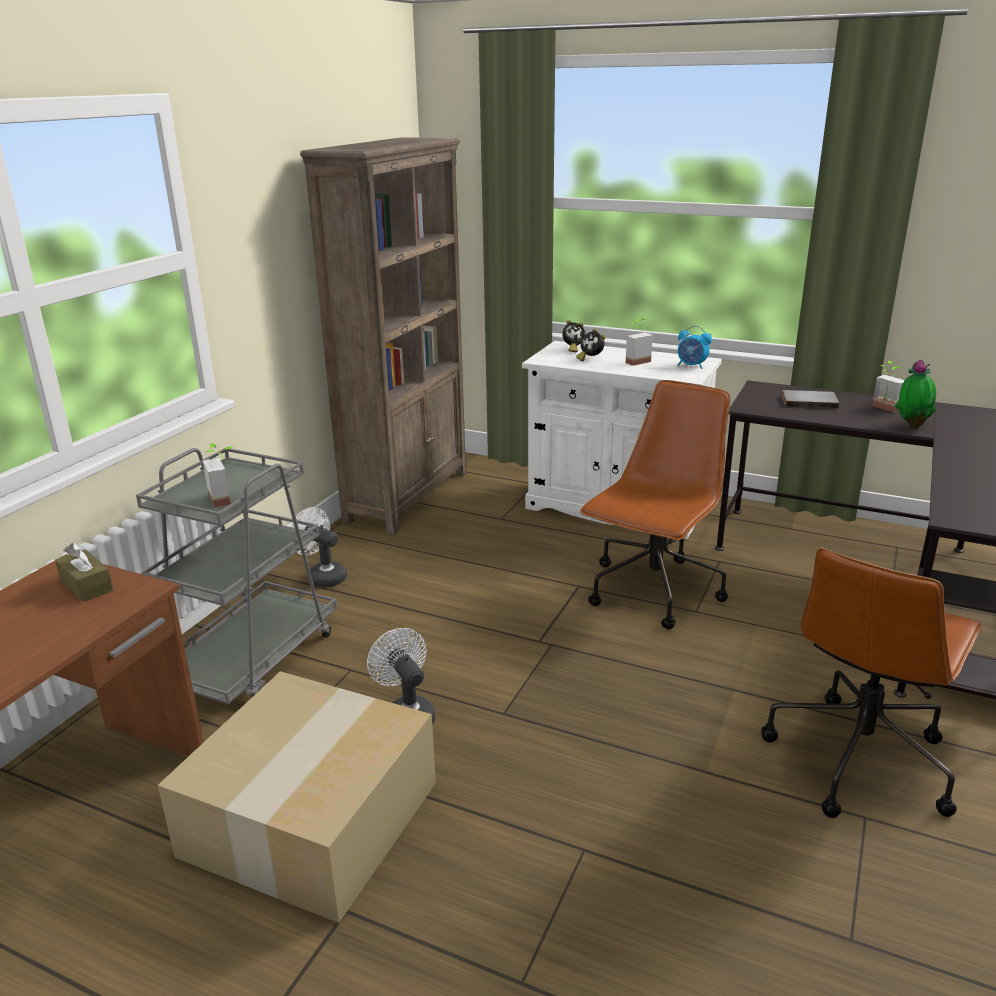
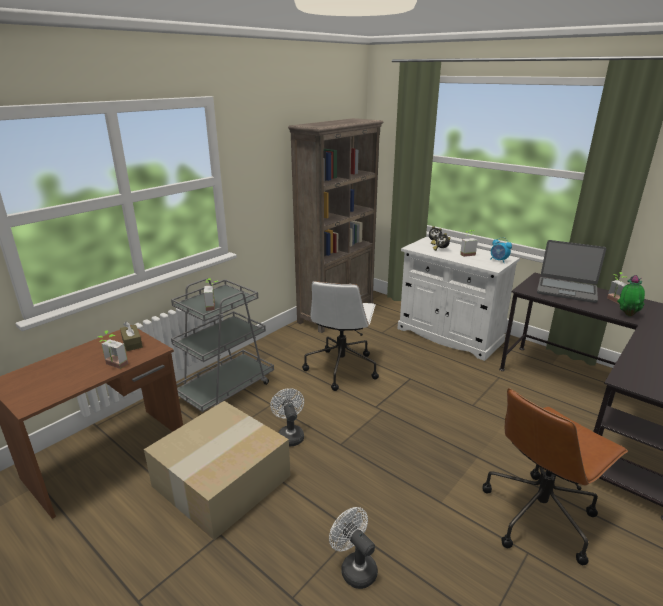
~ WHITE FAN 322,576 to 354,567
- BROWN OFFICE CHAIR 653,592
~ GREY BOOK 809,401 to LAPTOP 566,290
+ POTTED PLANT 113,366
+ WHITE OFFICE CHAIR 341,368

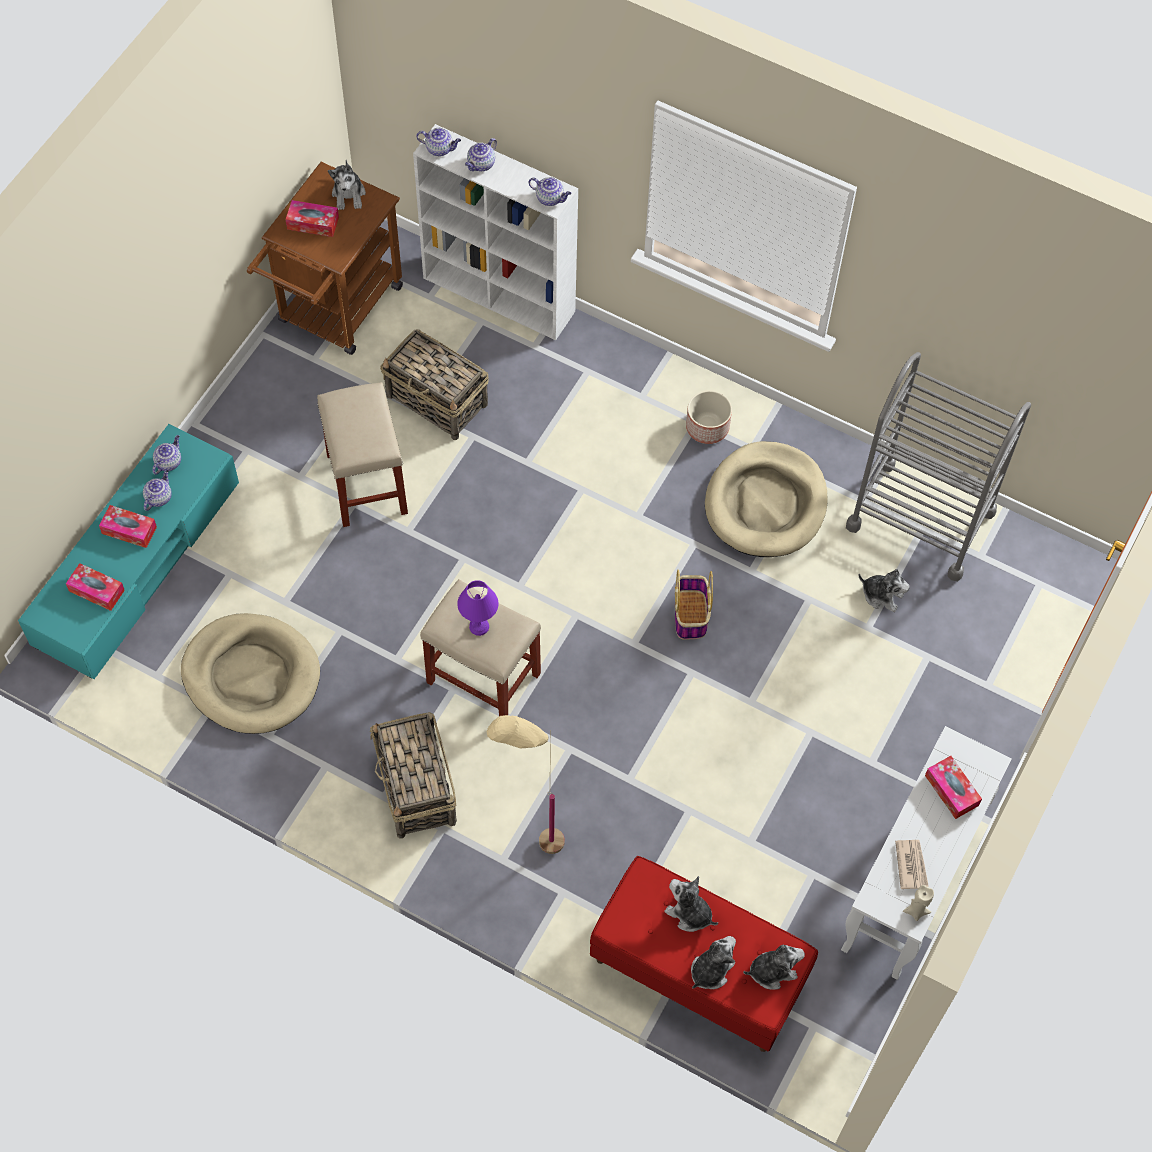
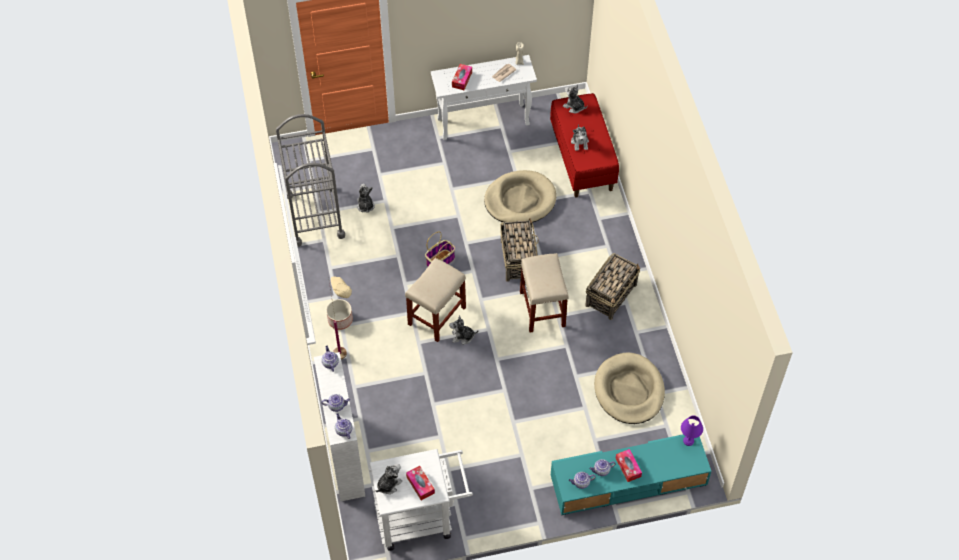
- TISSUE BOX 96,590
~ BROWN CART 335,312 to WHITE CART 421,518
~ BEIGE STOOL 366,482 to 436,316
~ BASKET 437,401 to 518,259
~ PURPLE TABLE LAMP 479,627 to 688,440
~ BEIGE FLOOR LAMP 529,845 to 348,363
~ PLUSH TOY 710,970 to 462,336
~ BEIGE DOG BED 766,503 to 520,200

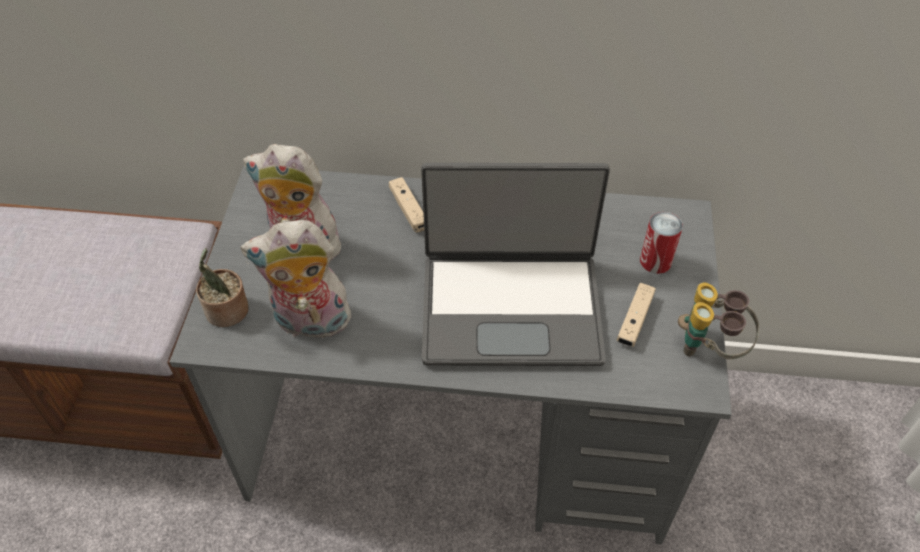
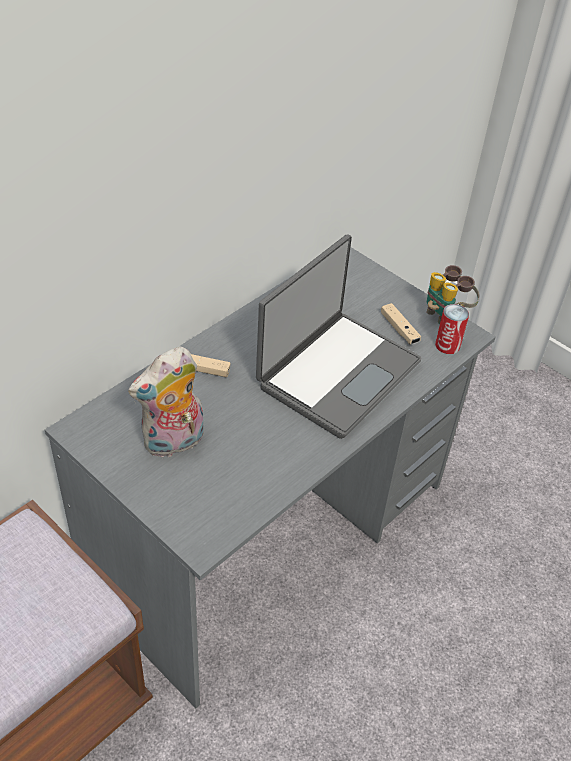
- POTTED PLANT 227,312
- PLUSH TOY 310,323
~ CAN 655,261 to 447,345

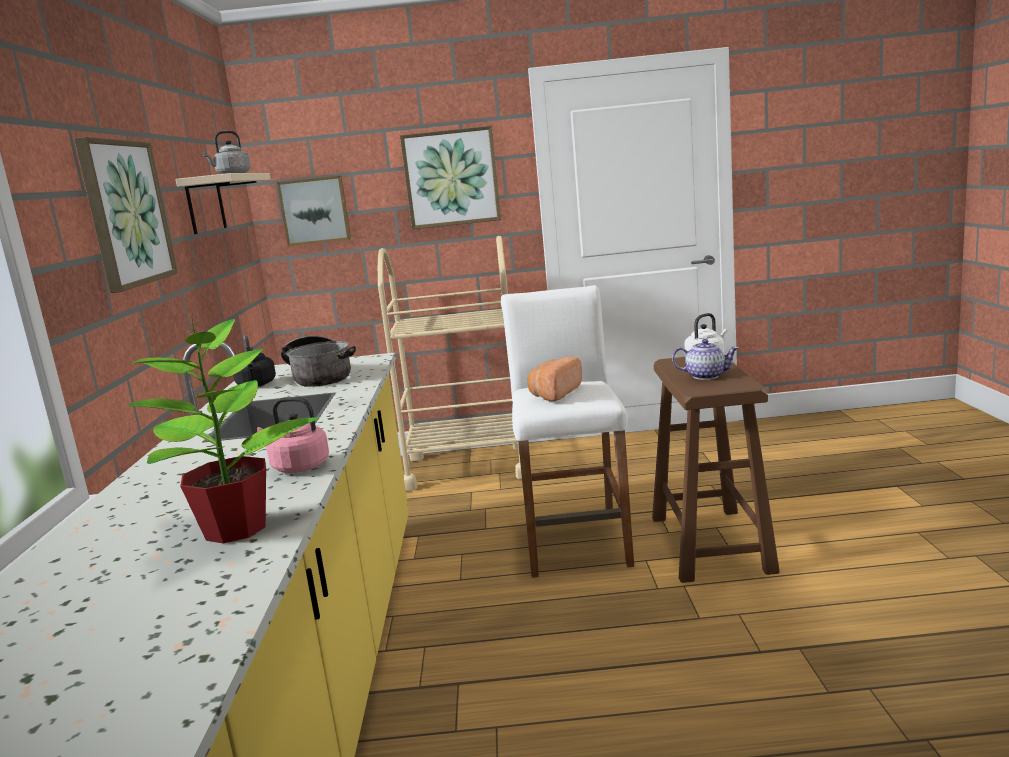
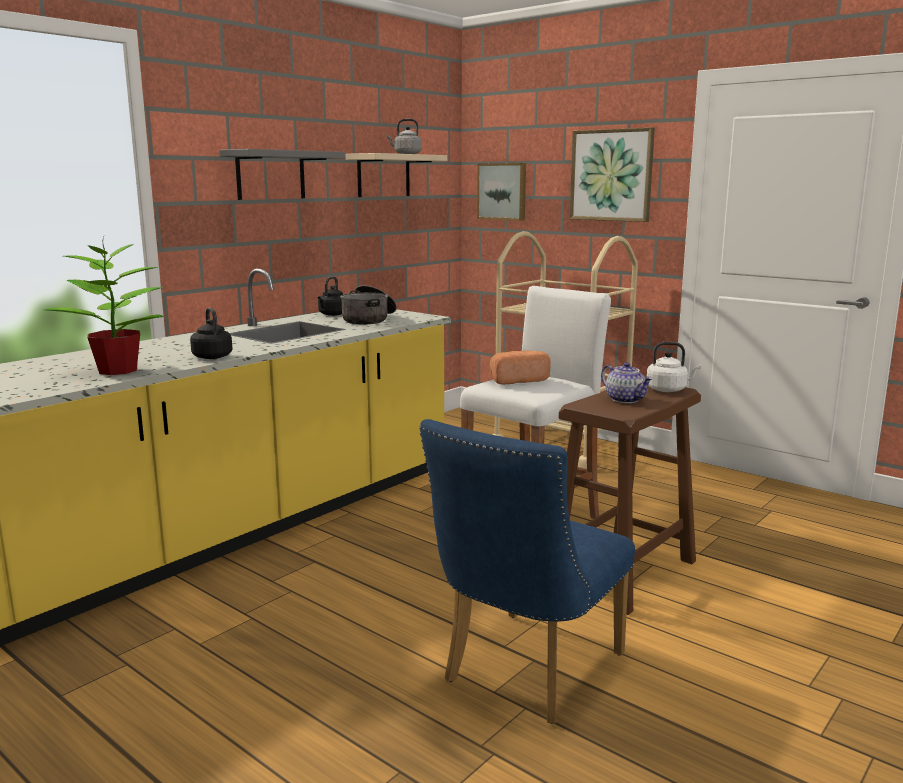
~ PICTURE 126,213 to GREY SHELF 270,175
~ PINK KETTLE 298,467 to BLACK KETTLE 211,356
+ BLUE CHAIR 524,672

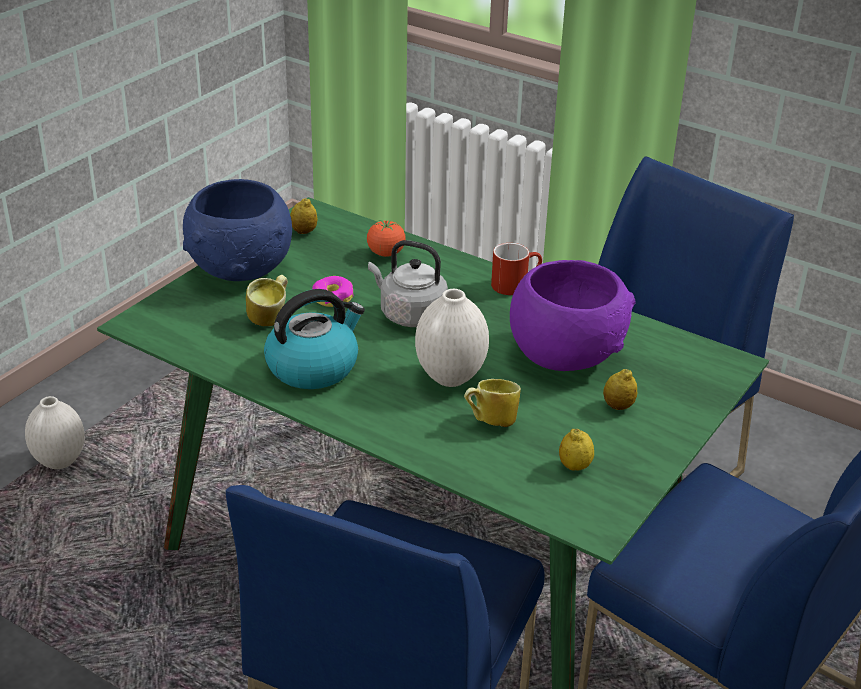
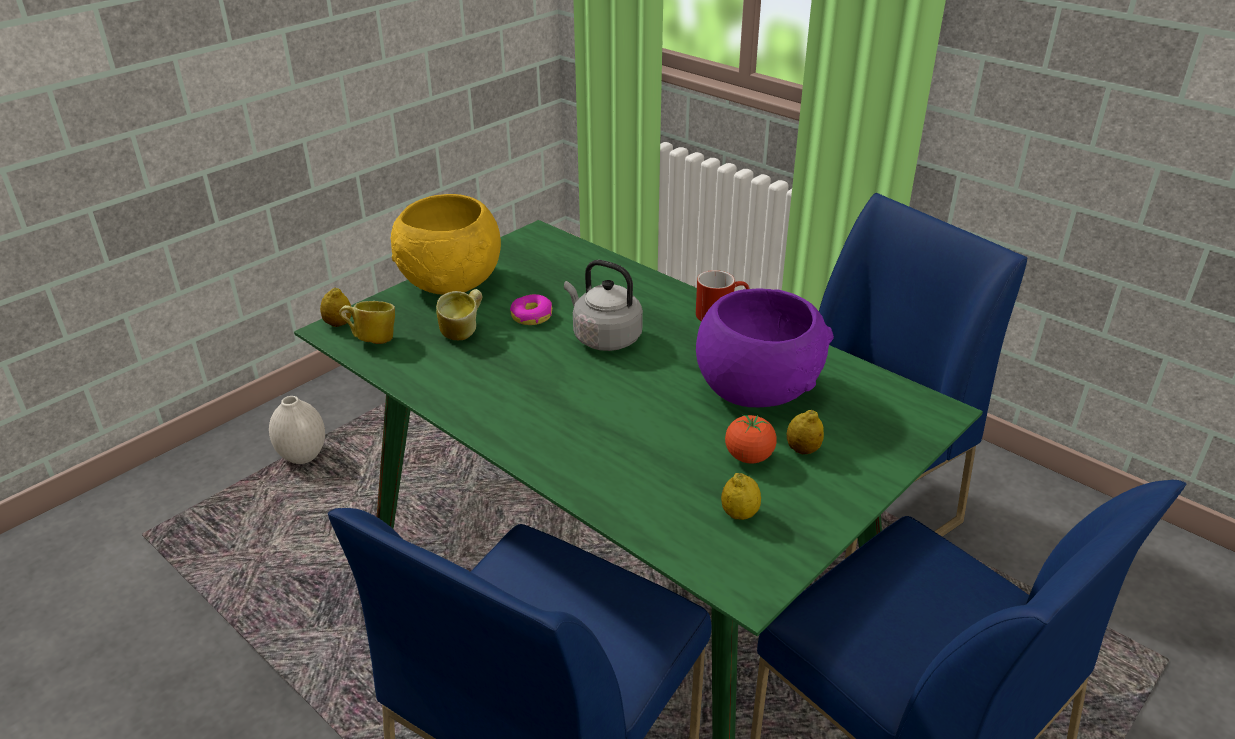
~ BLUE BOWL 242,269 to YELLOW BOWL 452,283
- KETTLE 313,367
~ LEMON 304,232 to 338,324
~ TOMATO 386,253 to 749,457
- WHITE VASE 451,378
~ MUG 490,421 to 372,340

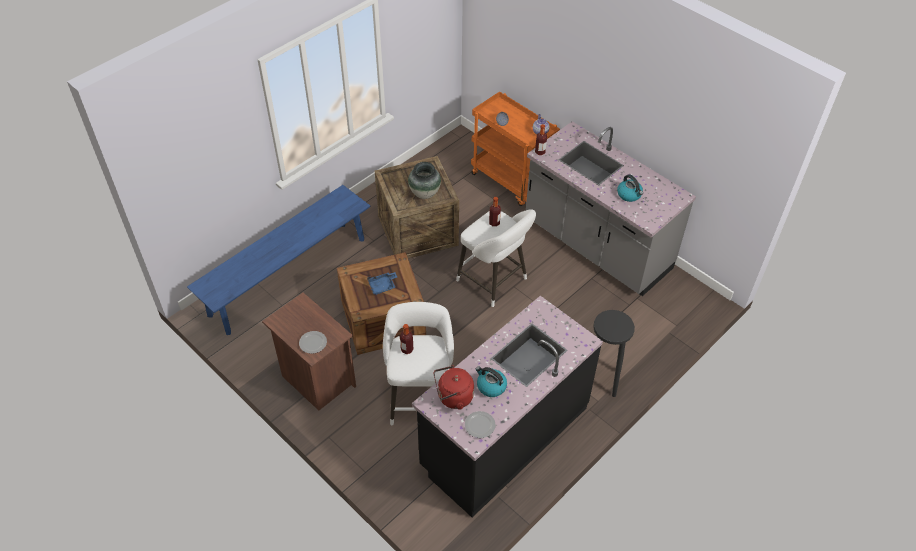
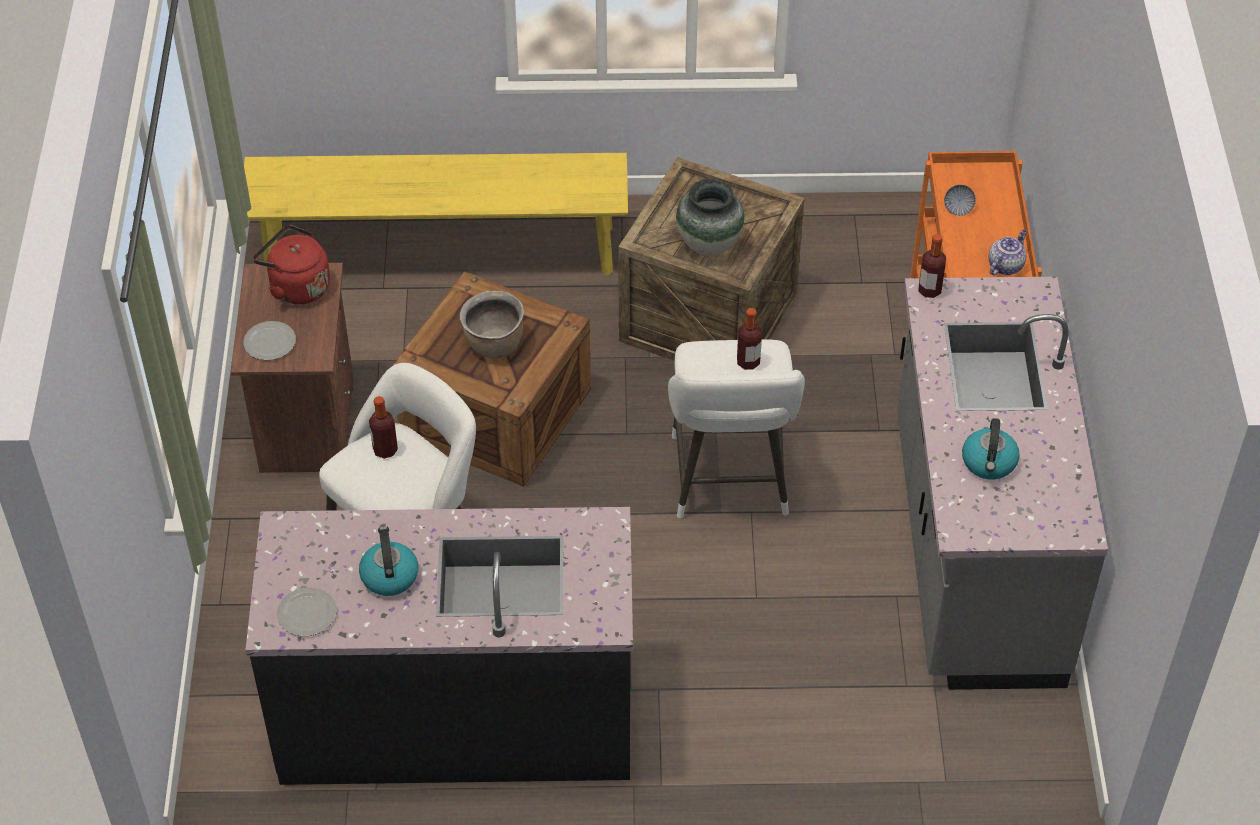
~ BLUE BENCH 288,276 to YELLOW BENCH 440,252
~ BLUE TRAY 382,286 to BROWN COOKING POT 494,345
~ RED KETTLE 453,397 to 296,286
- BLACK STOOL 602,380

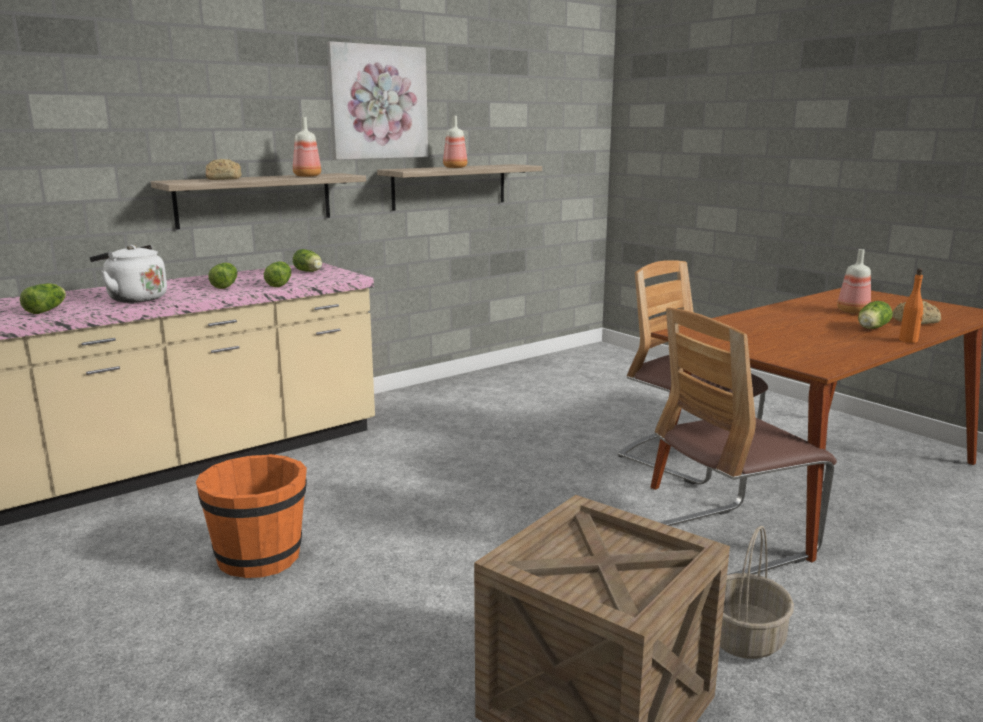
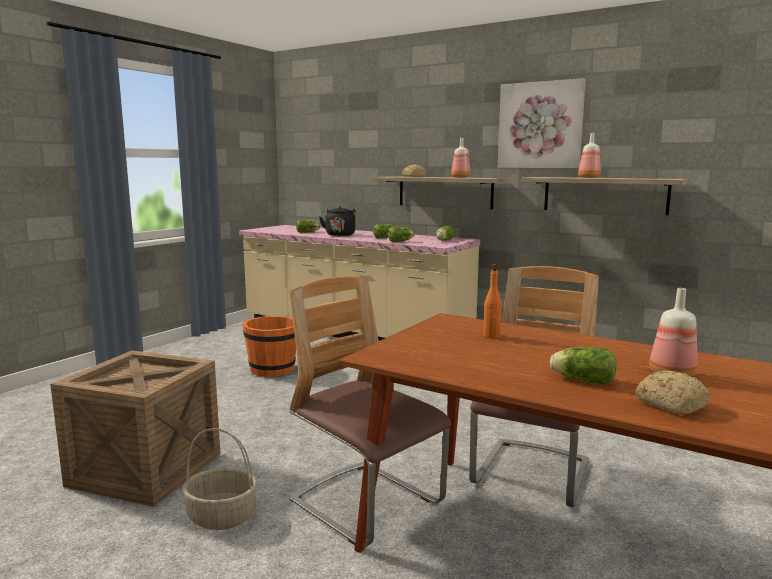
~ WHITE KETTLE 134,299 to BLACK KETTLE 340,235
~ ORANGE BOTTLE 908,340 to 491,336

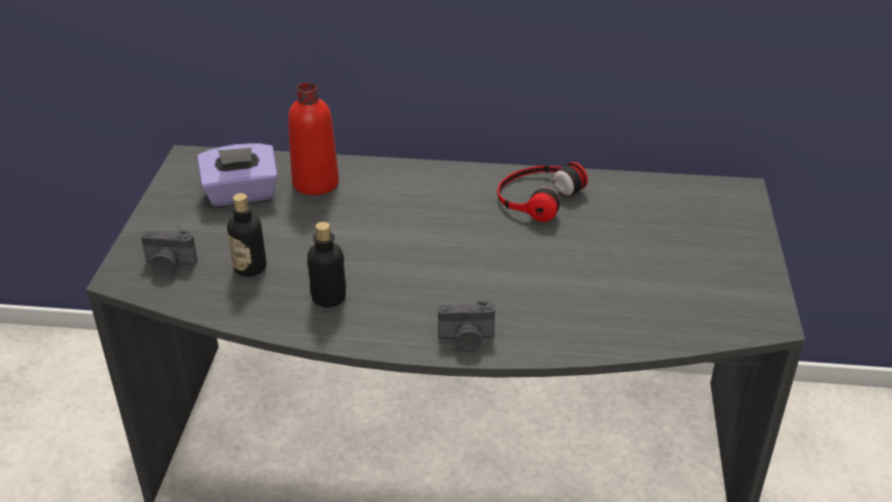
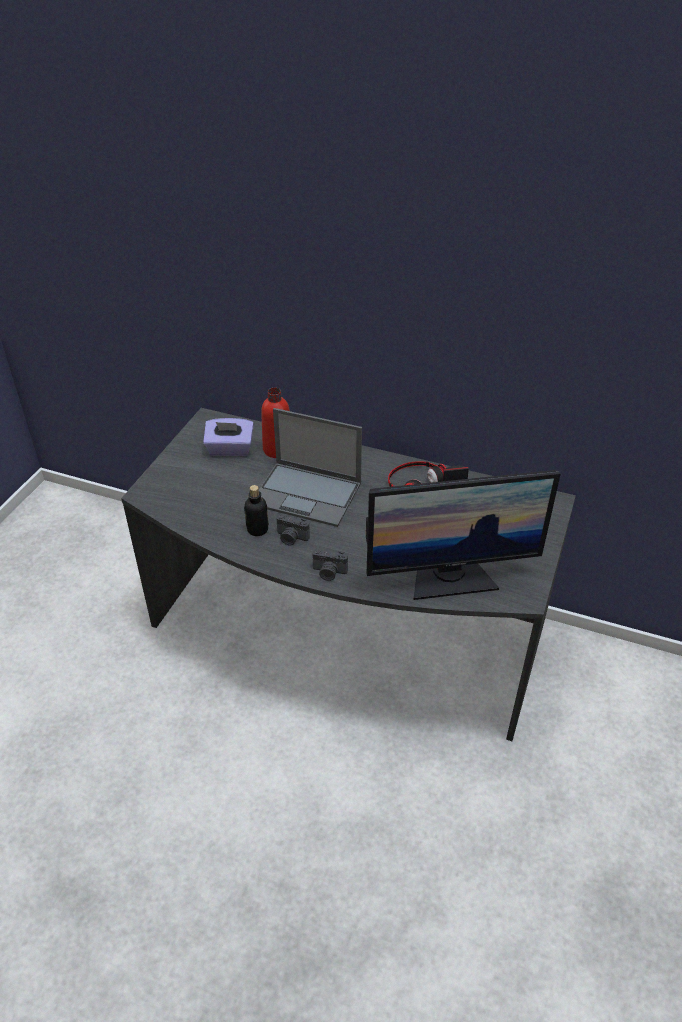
~ PHOTO CAMERA 169,265 to 291,538
- BOTTLE 250,267
+ LAPTOP 308,494
+ MONITOR 450,578

